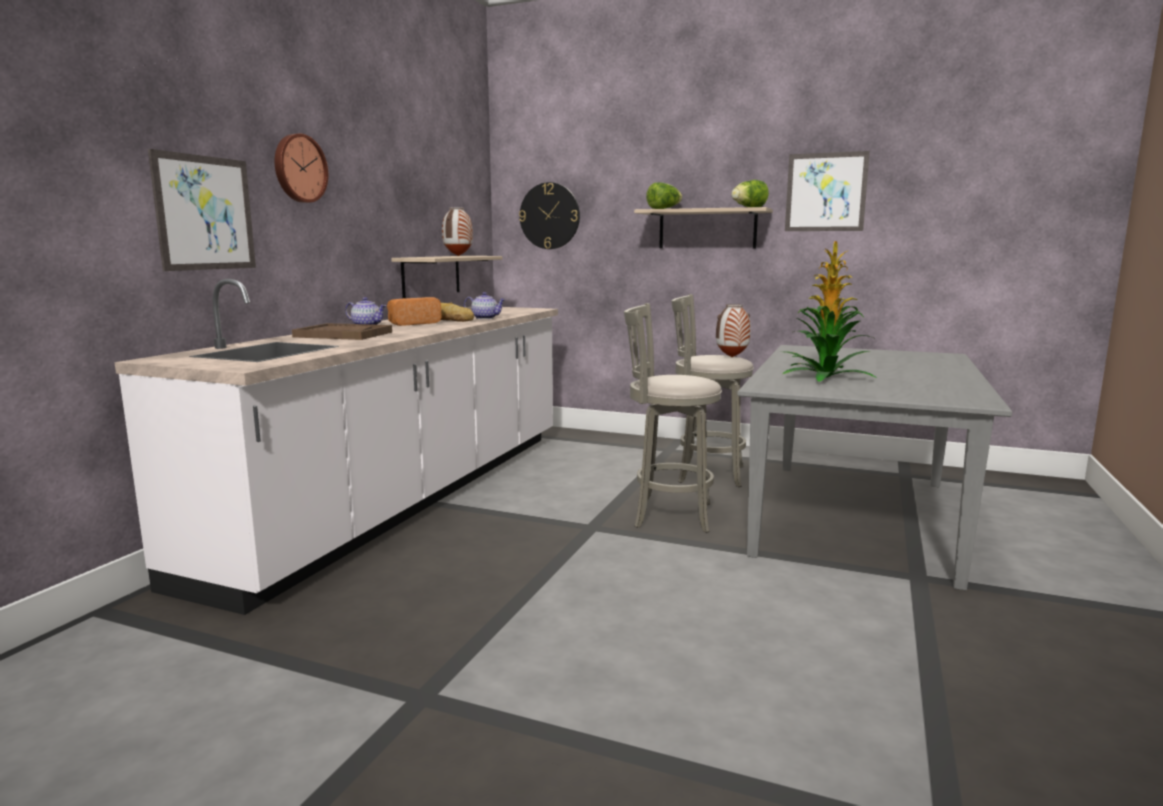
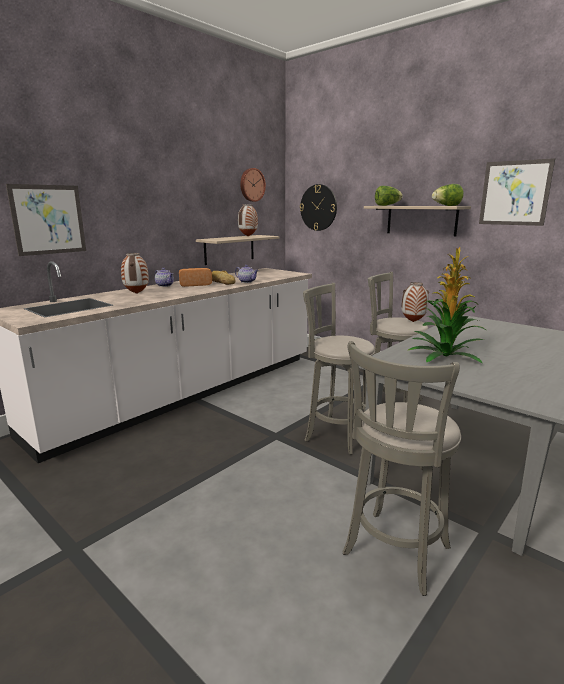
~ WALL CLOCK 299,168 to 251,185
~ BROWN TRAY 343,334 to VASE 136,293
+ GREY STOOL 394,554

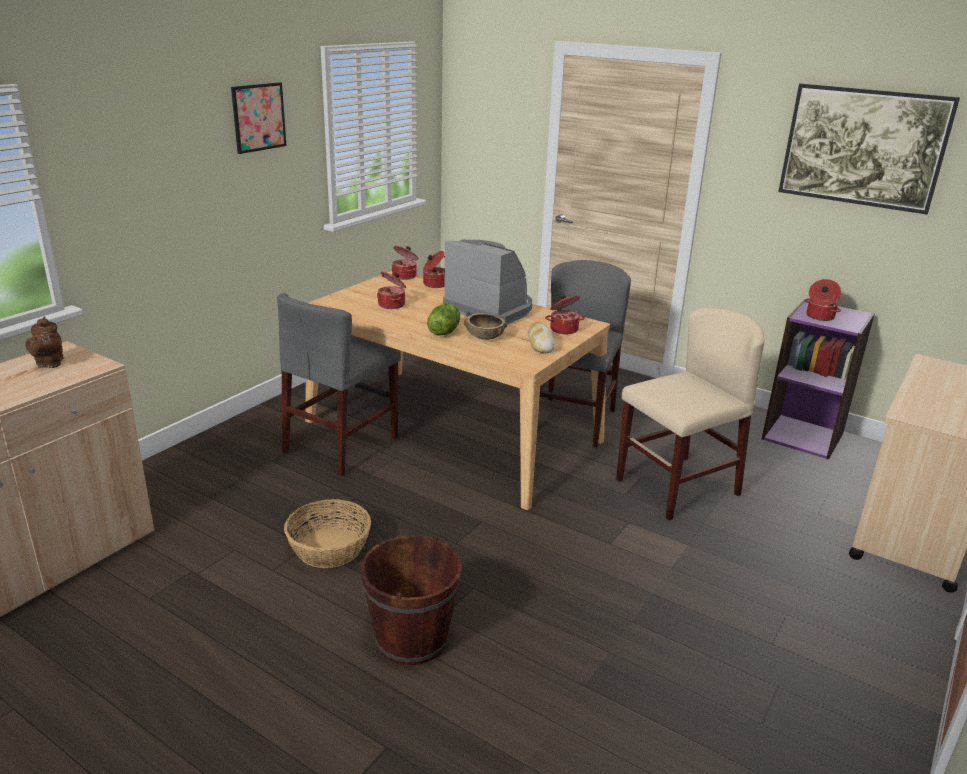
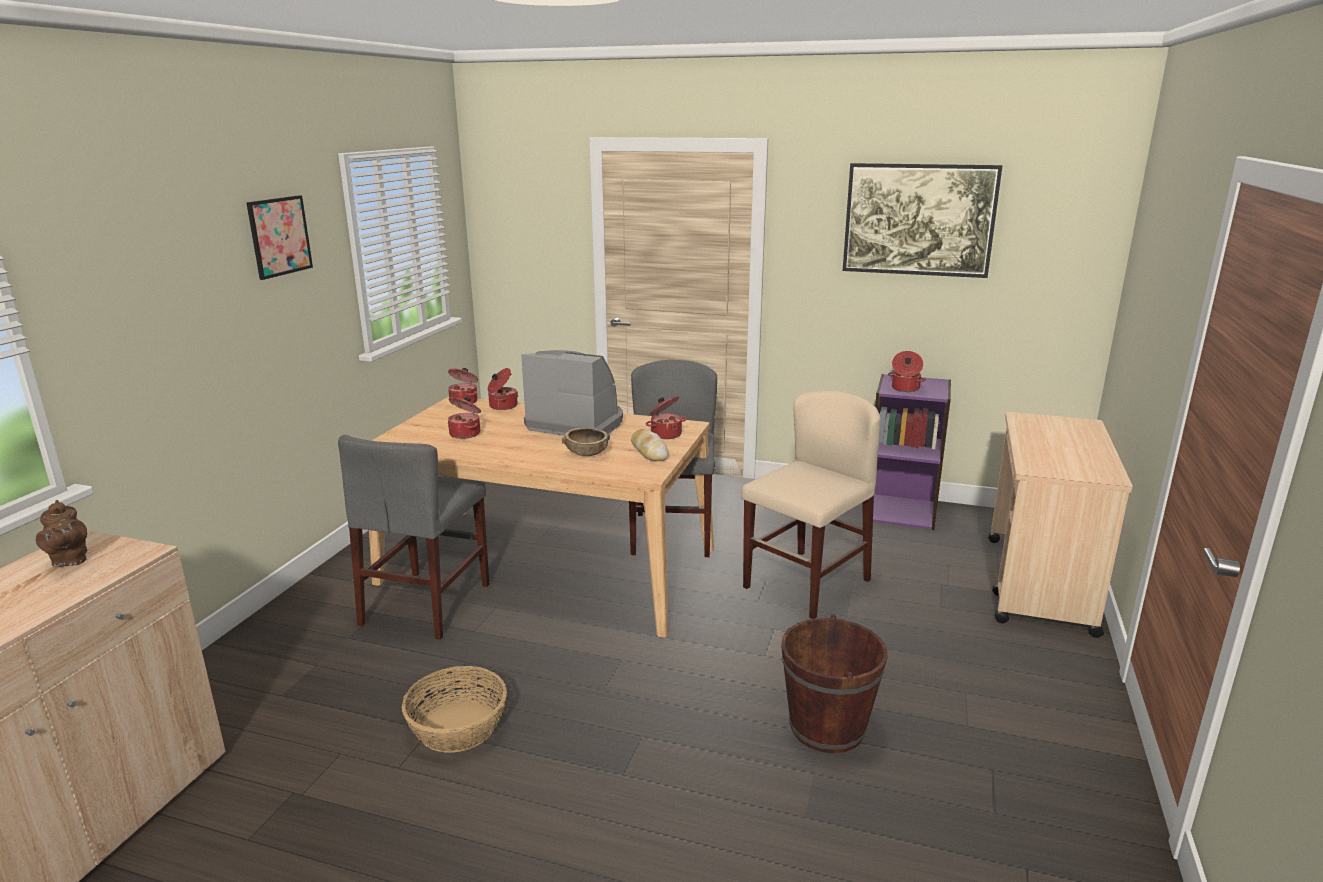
~ BROWN BUCKET 412,639 to 827,727
- LETTUCE 444,331

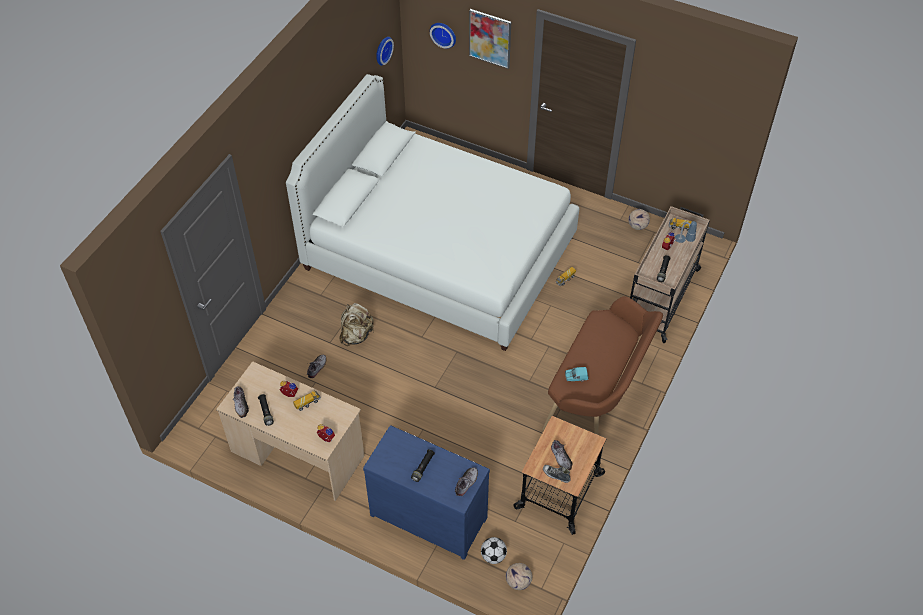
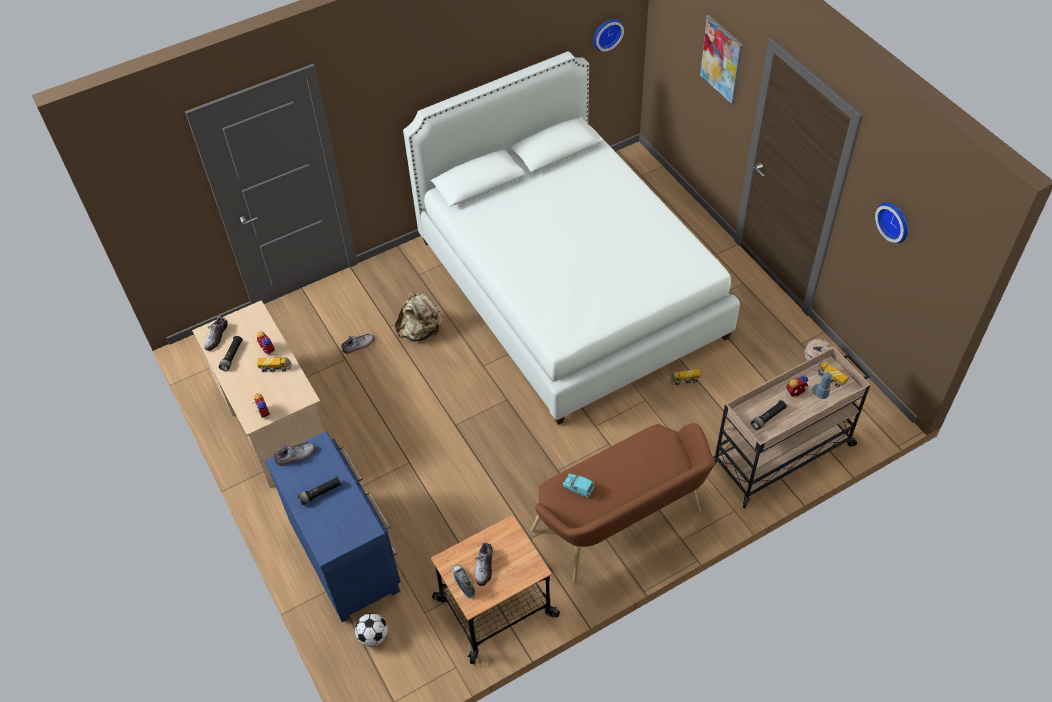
~ WALL CLOCK 444,33 to 895,221
~ SHOE 466,483 to 296,456
- FOOTBALL 518,581

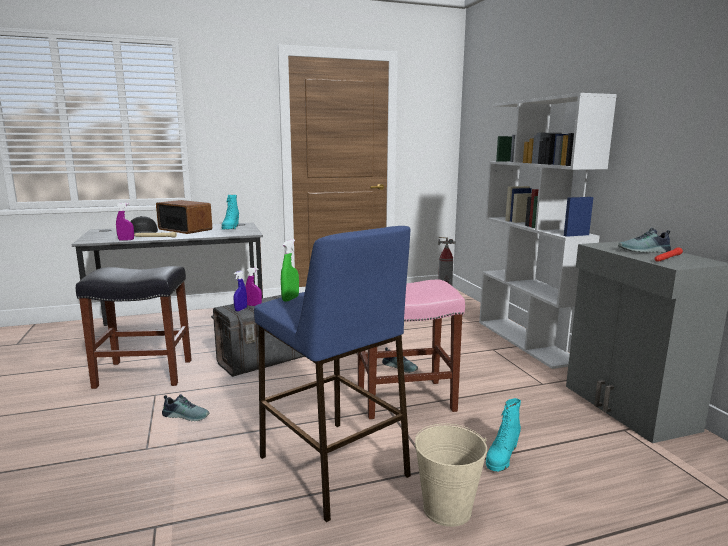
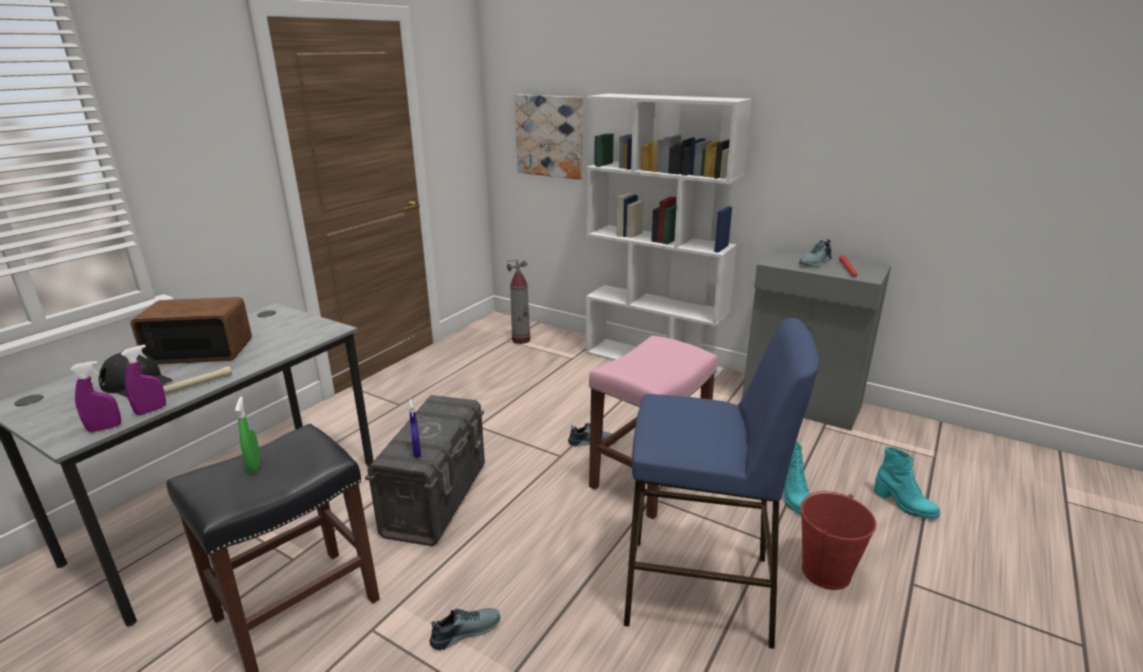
~ TURQUOISE BOOT 230,228 to 904,505
~ PURPLE SPRAY BOTTLE 254,305 to 105,428
~ GREEN SPRAY BOTTLE 290,299 to 254,466
~ BEIGE BUCKET 447,509 to RED BUCKET 826,572
+ PICTURE 550,136

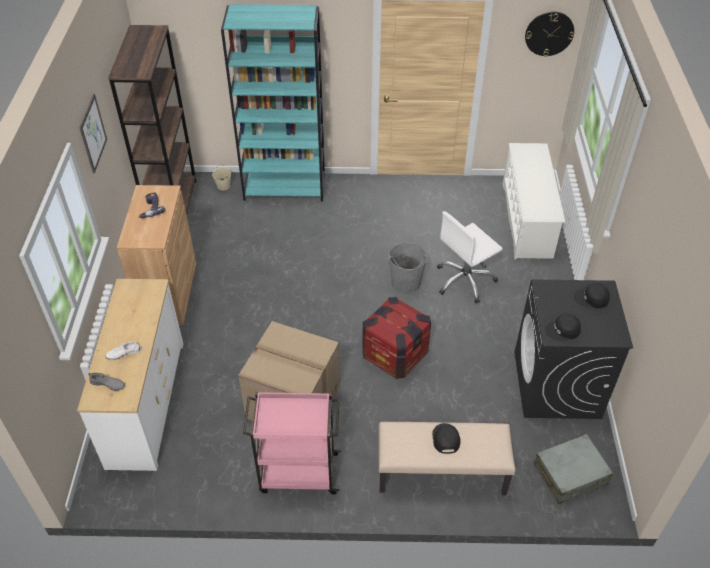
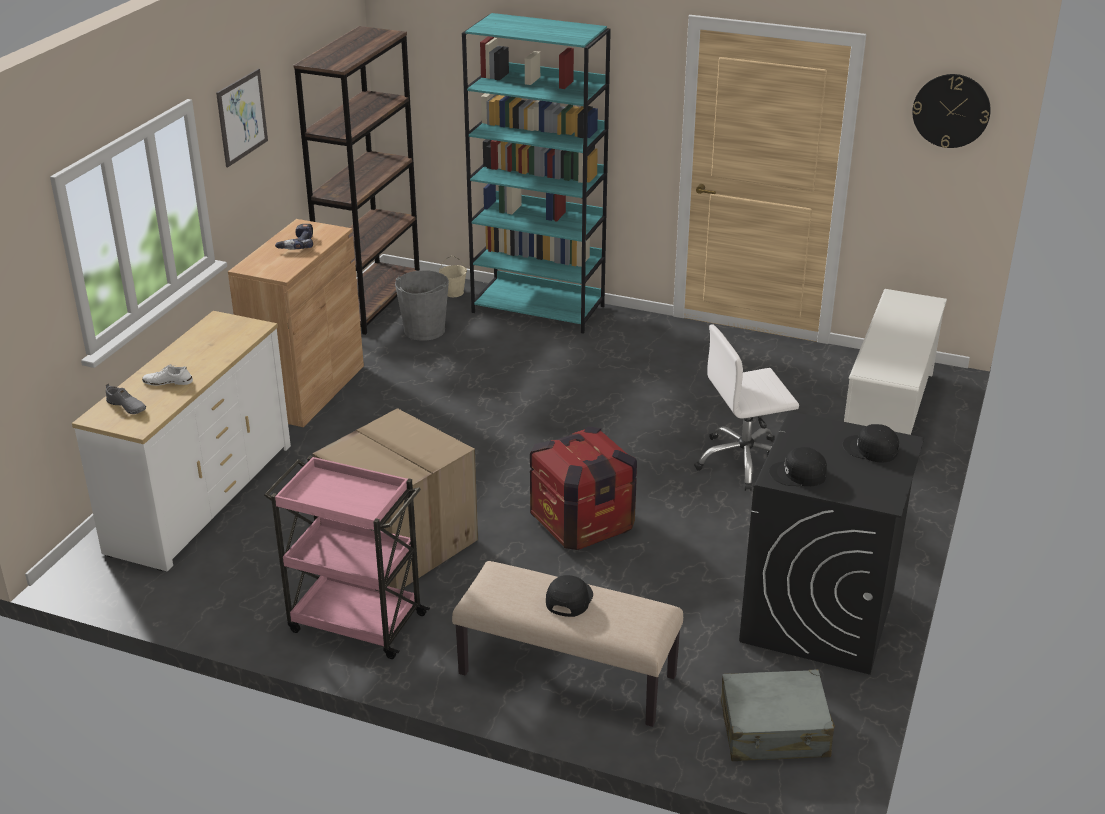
~ GREY BUCKET 406,283 to 424,330

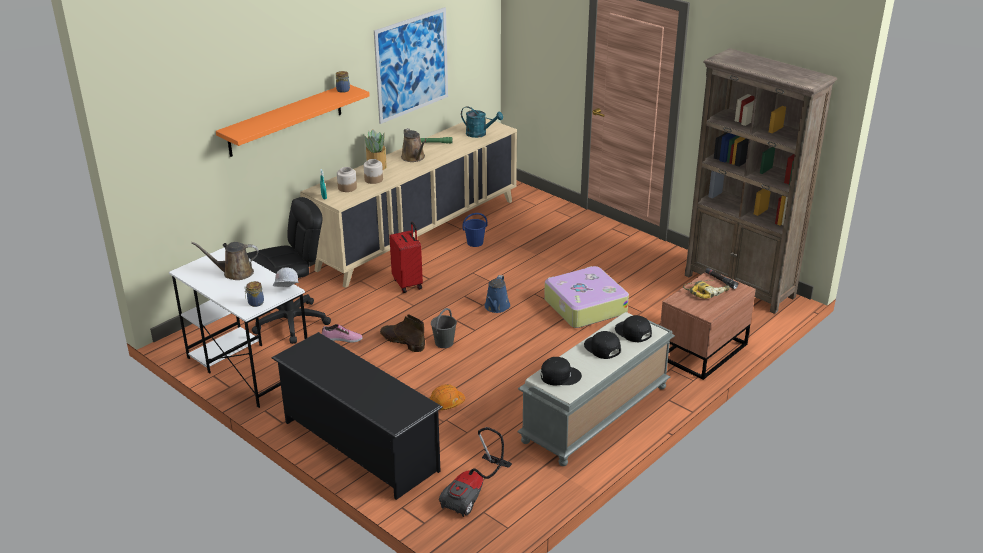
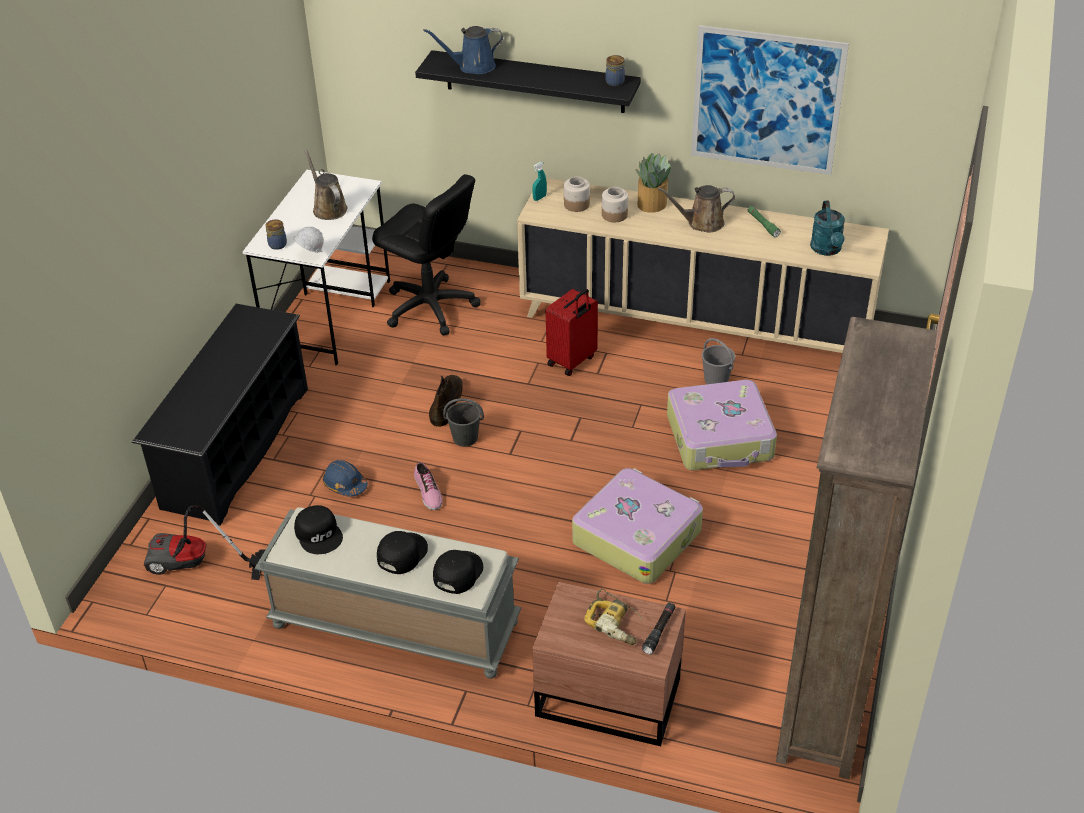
~ ORANGE SHELF 285,120 to BLACK SHELF 534,81
~ SHOE 342,339 to 427,492
~ BROWN WATERING CAN 414,158 = 702,223 45 degrees clockwise
~ ORANGE HARD HAT 446,403 to BLUE HARD HAT 345,484
~ BLUE BUCKET 475,243 to GREY BUCKET 716,380
~ BLUE WATERING CAN 496,307 to 473,67
+ SUITCASE 720,438

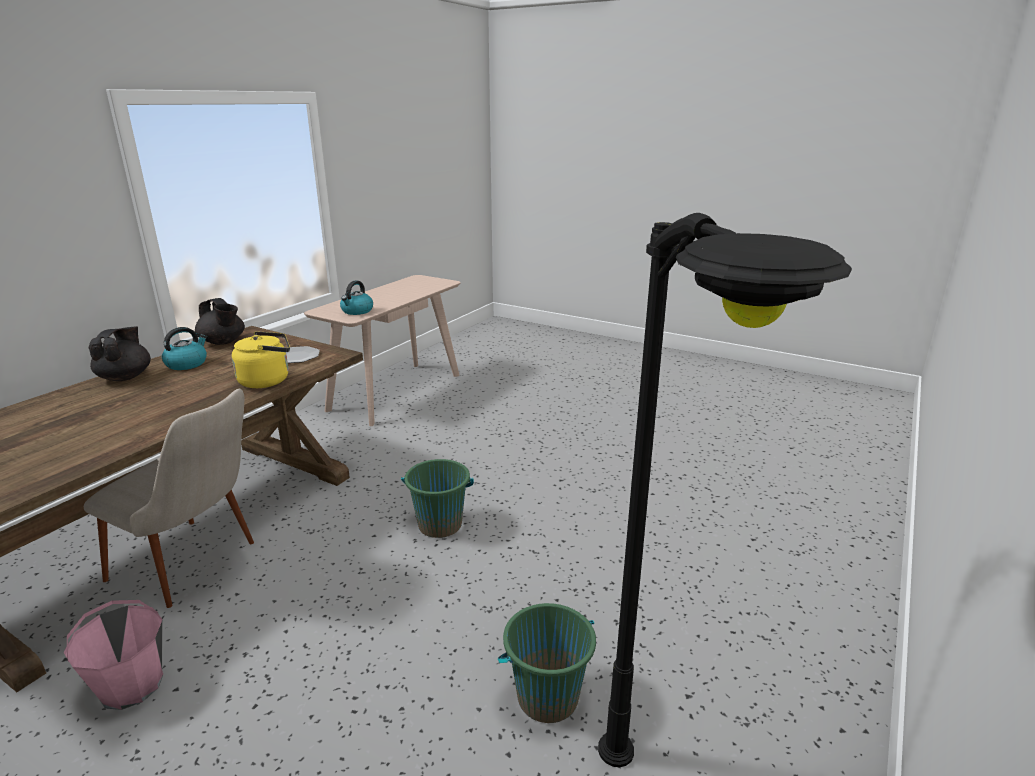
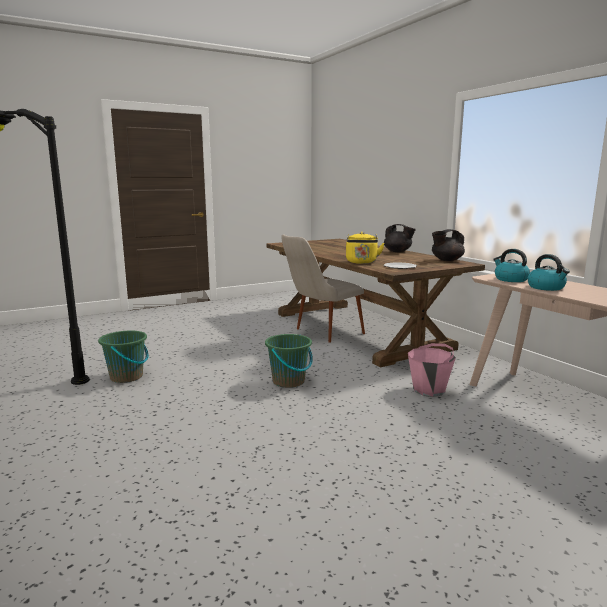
~ PINK BUCKET 131,685 to 429,390
~ KETTLE 187,364 to 546,287

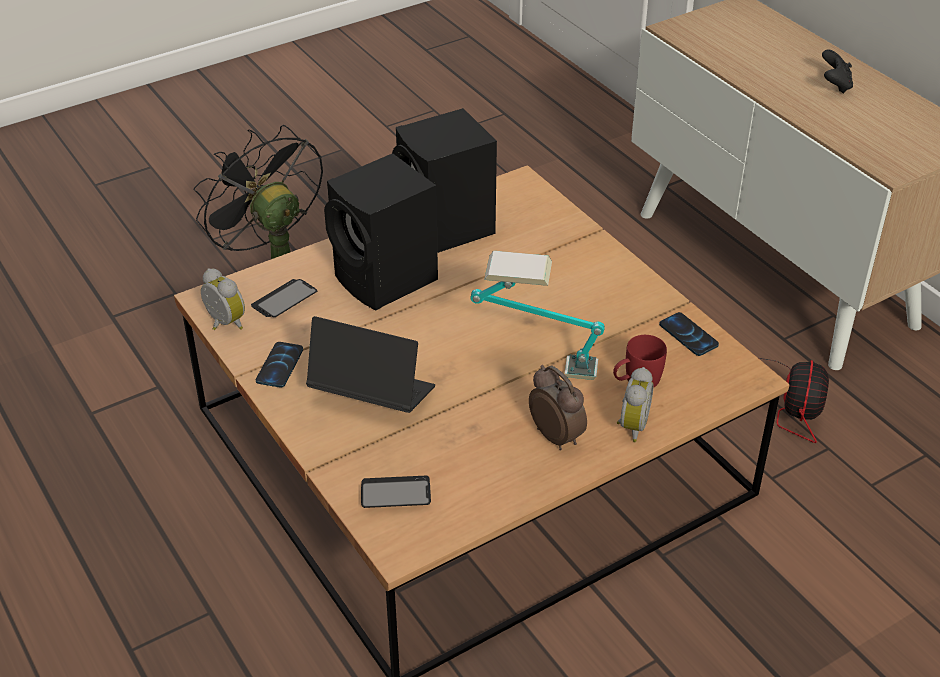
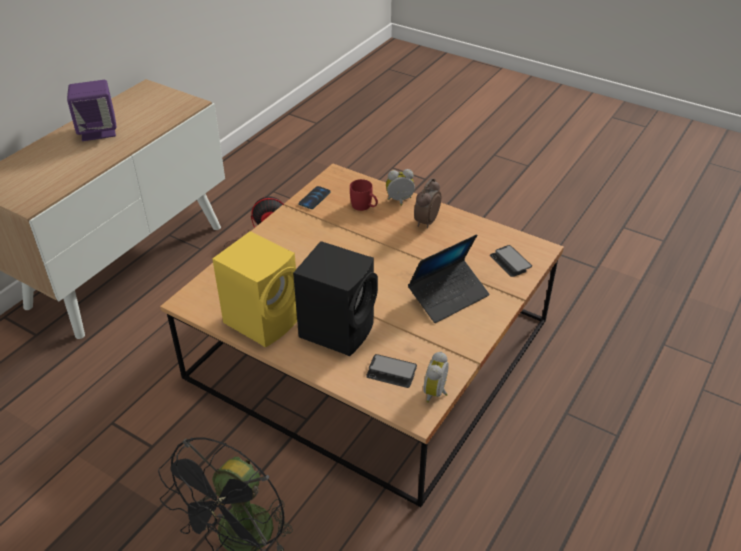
- PHONE 280,365
~ LAPTOP 371,395 = 448,296 120 degrees counterclockwise
~ BLACK SPEAKER 447,230 to YELLOW SPEAKER 264,319
- TABLE LAMP 535,364
~ BLACK GAME CONTROLLER 835,85 to PURPLE SPEAKER 98,131

